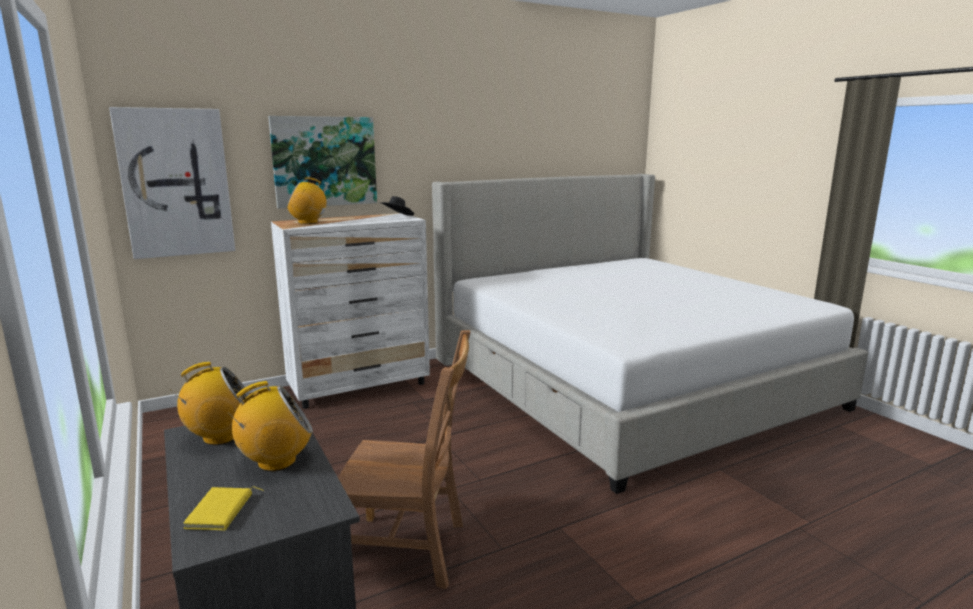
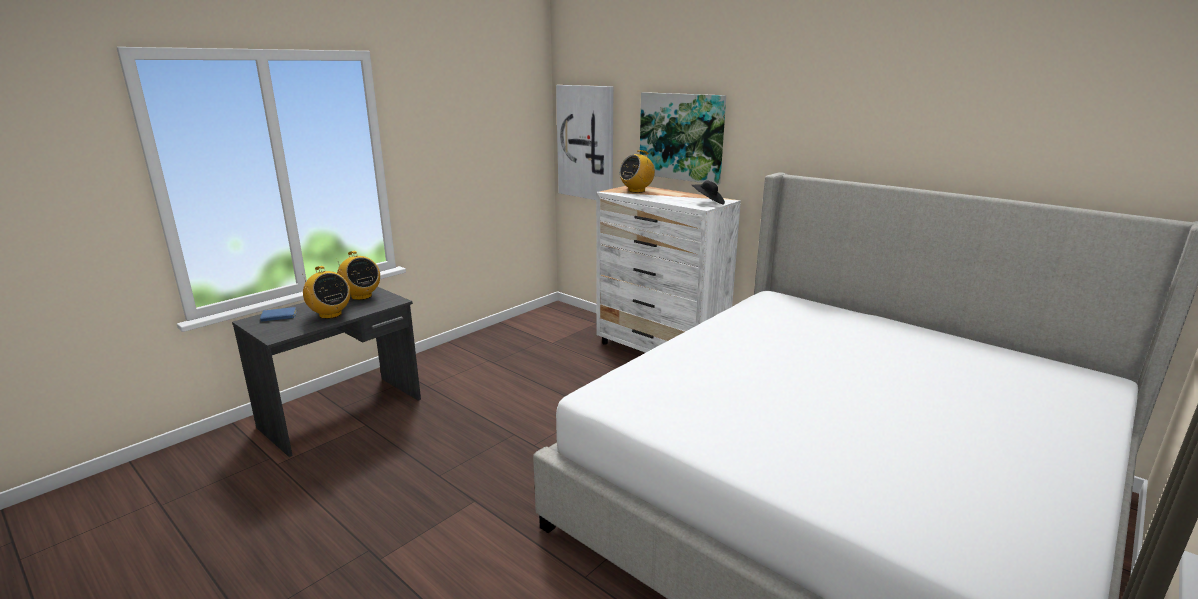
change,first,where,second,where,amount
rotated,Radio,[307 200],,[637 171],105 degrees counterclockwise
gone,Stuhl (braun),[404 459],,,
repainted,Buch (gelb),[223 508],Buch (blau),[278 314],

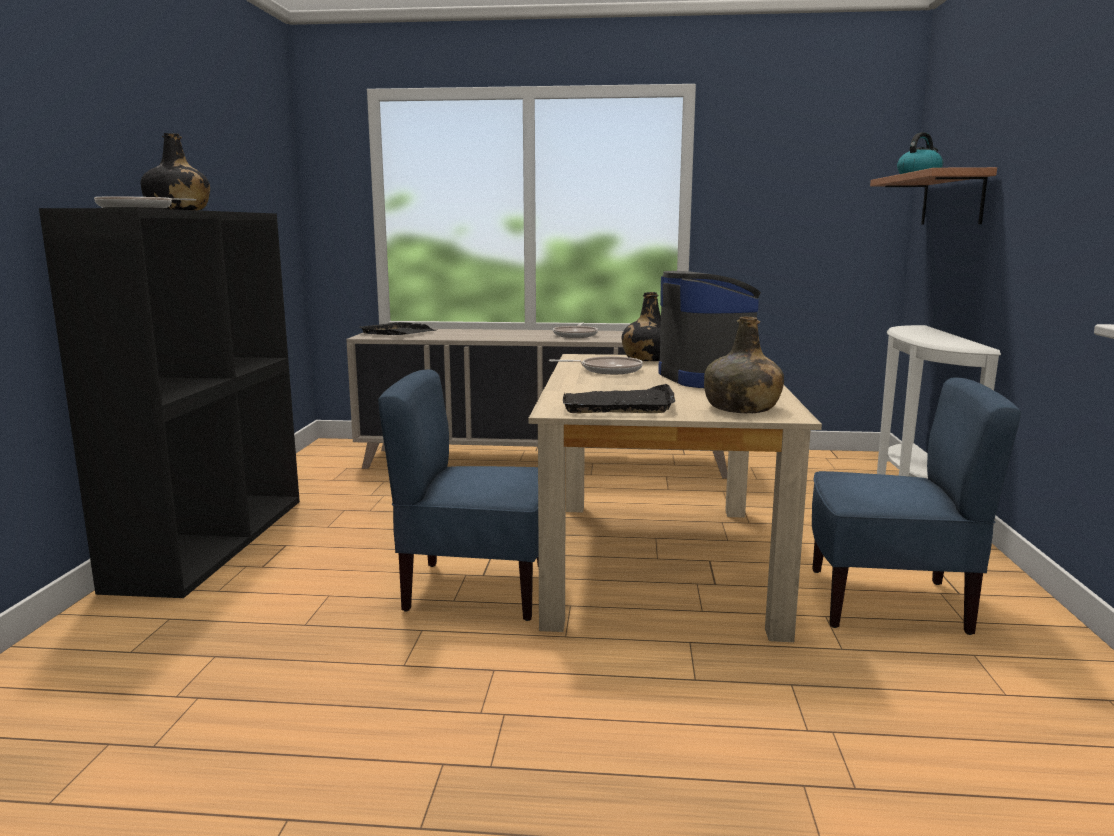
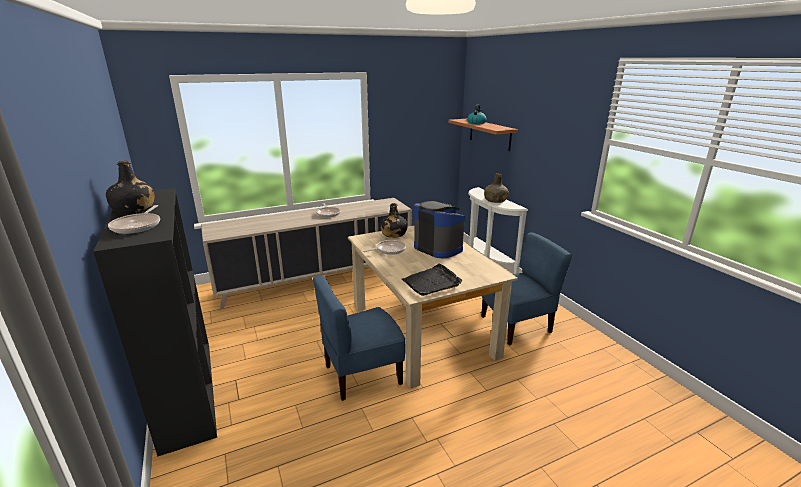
change,first,where,second,where,amount
shifted,Flasche (grün),[744 364],,[496 188],
gone,Tablett (schwarz),[398 328],,,

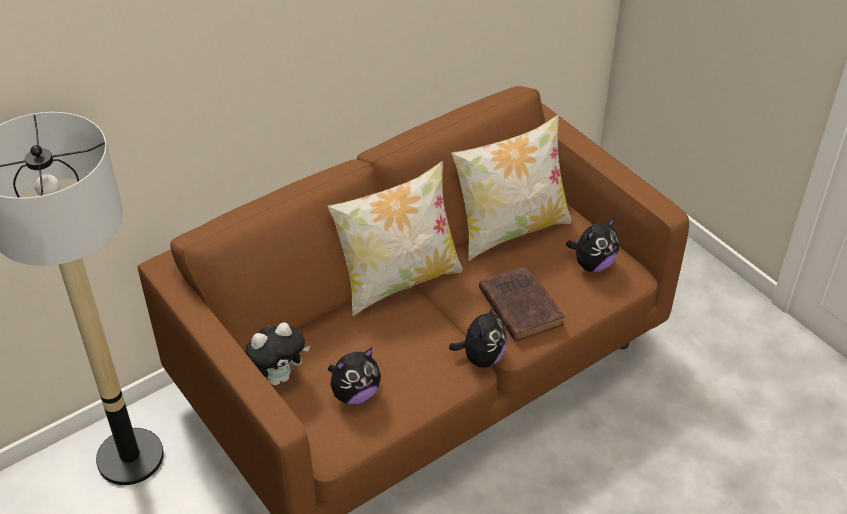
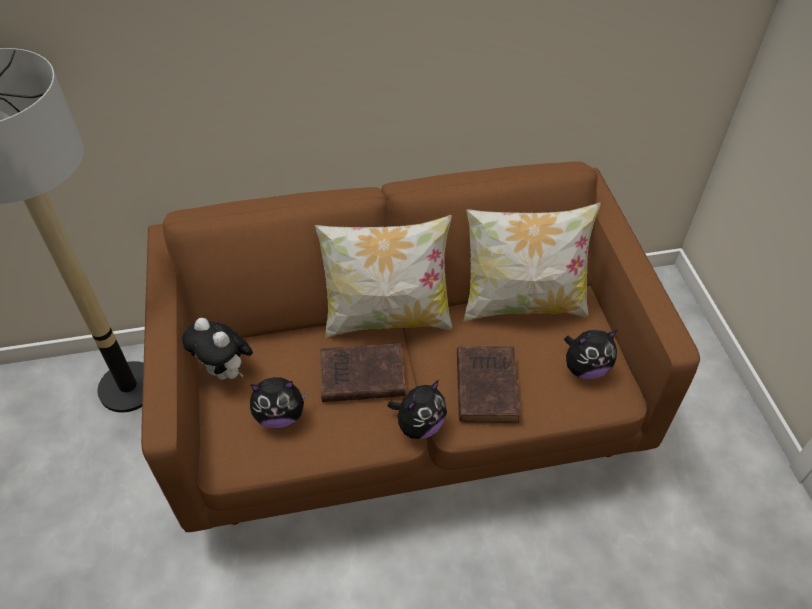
change,first,where,second,where,amount
rotated,Plüschtier,[277 353],,[217 349],45 degrees clockwise
new,,,Buch (braun),[363 372],

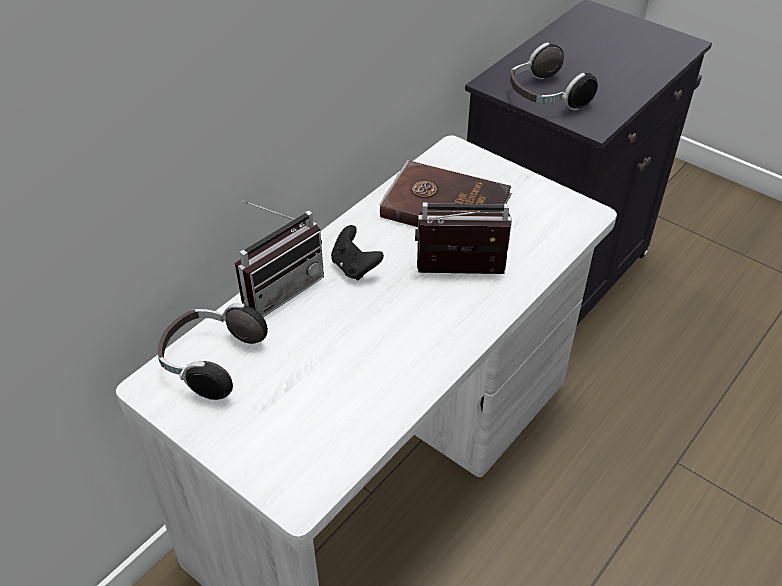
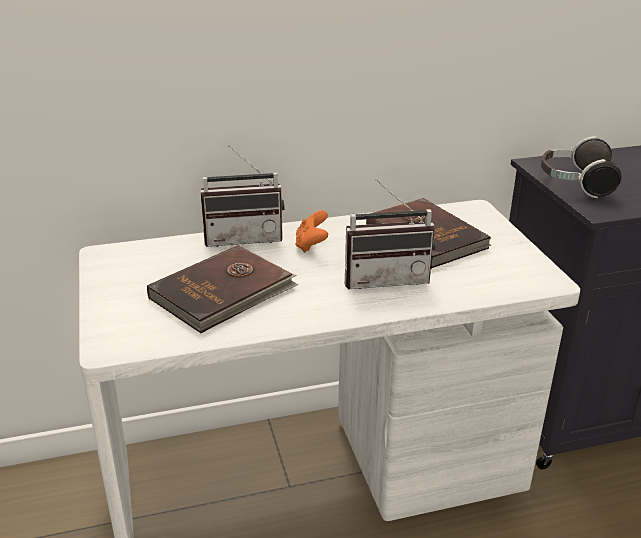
change,first,where,second,where,amount
rotated,Radio,[463 238],,[390 234],135 degrees clockwise
repainted,Gamepad (schwarz),[357 252],Gamepad (orange),[311 231],
gone,Kopfhörer,[212 351],,,
new,,,Buch (braun),[222 289],

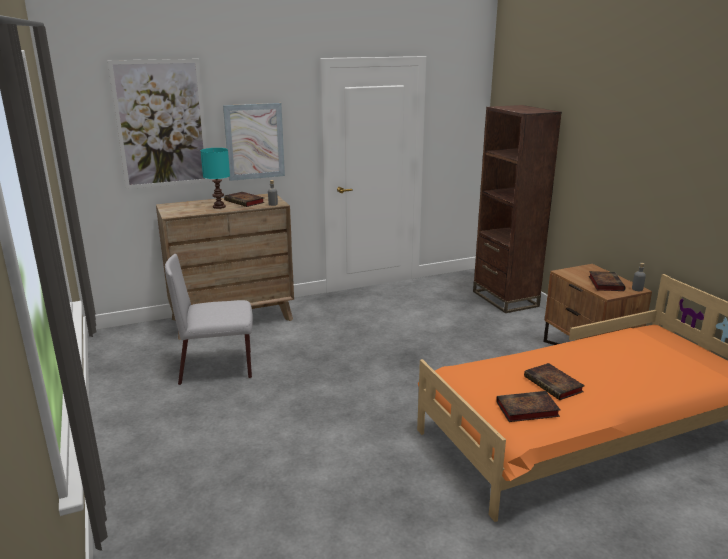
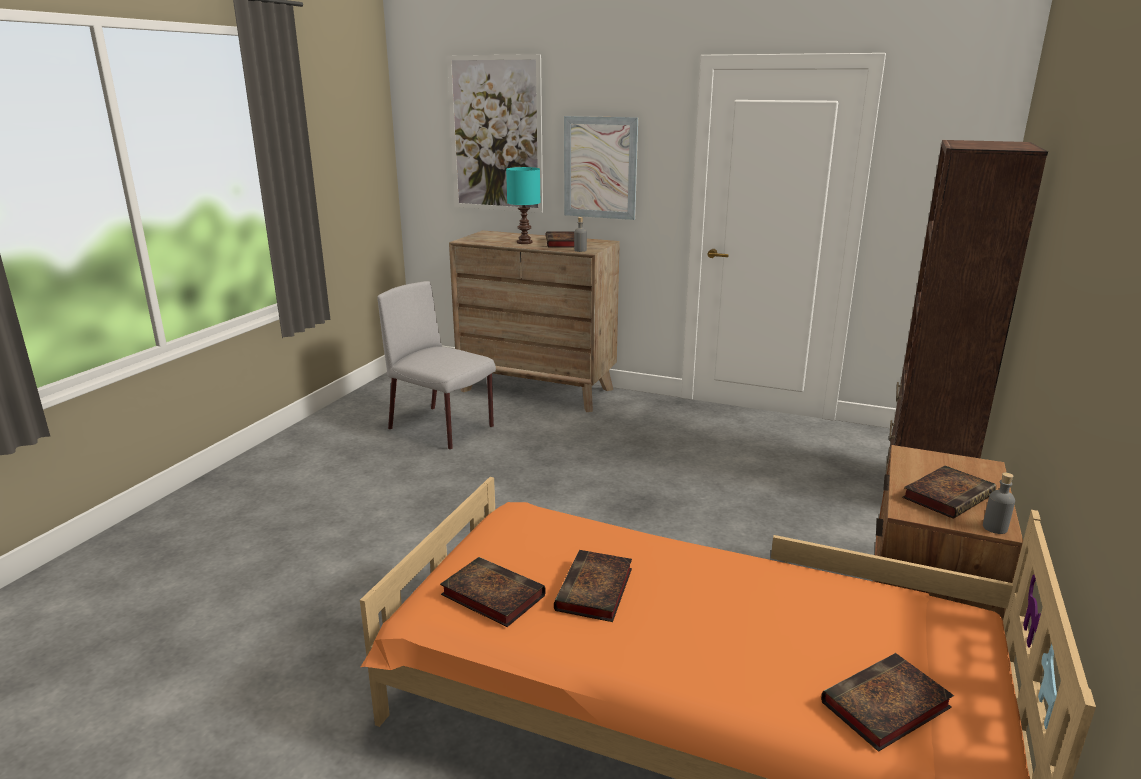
change,first,where,second,where,amount
new,,,Buch,[887 702],

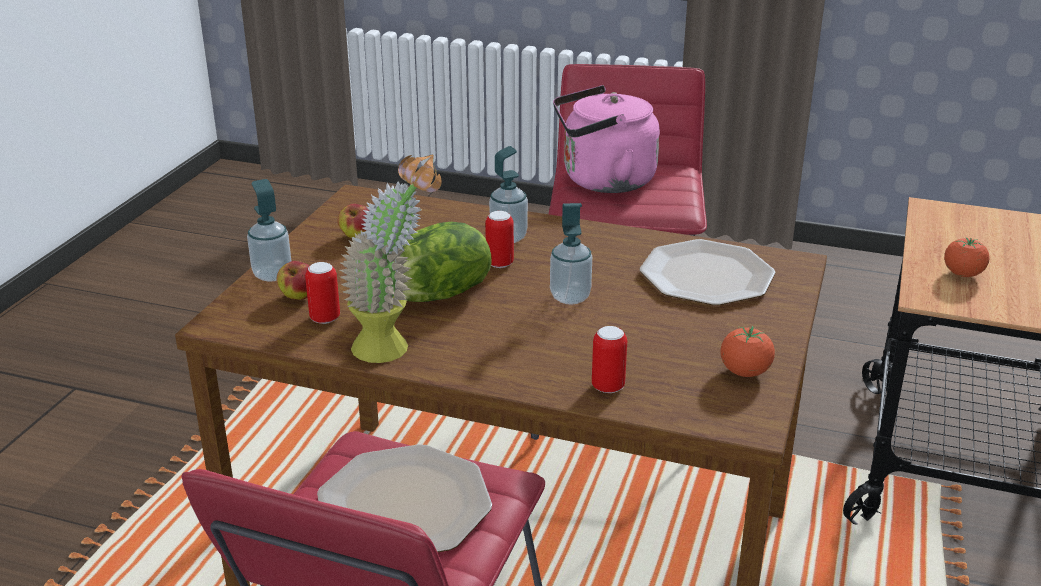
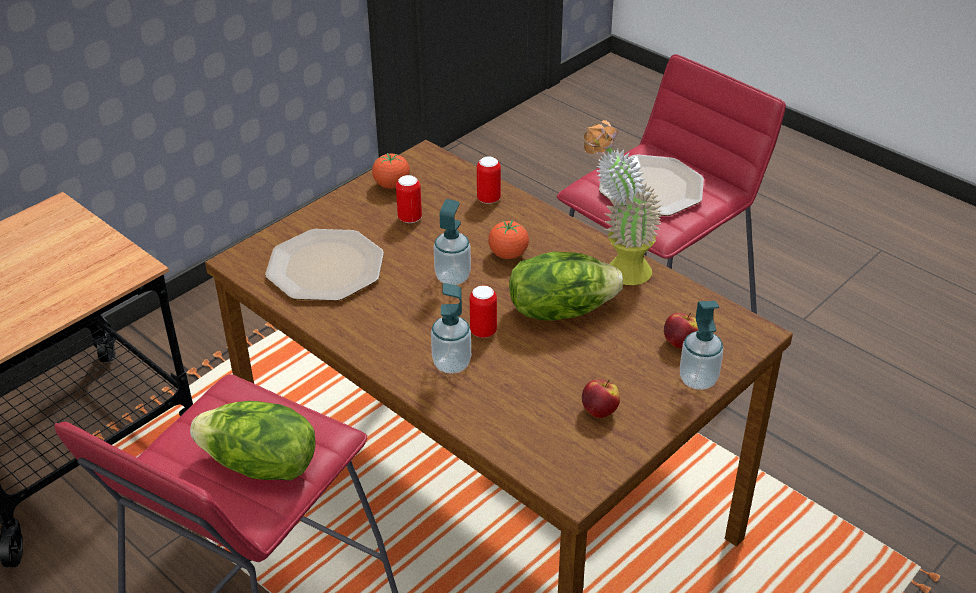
change,first,where,second,where,amount
swapped,Wasserkessel (rosa),[606 139],Salatkopf,[253 440],
shifted,Tomate,[966 257],,[508 239],
shifted,Dose,[322 293],,[409 199],

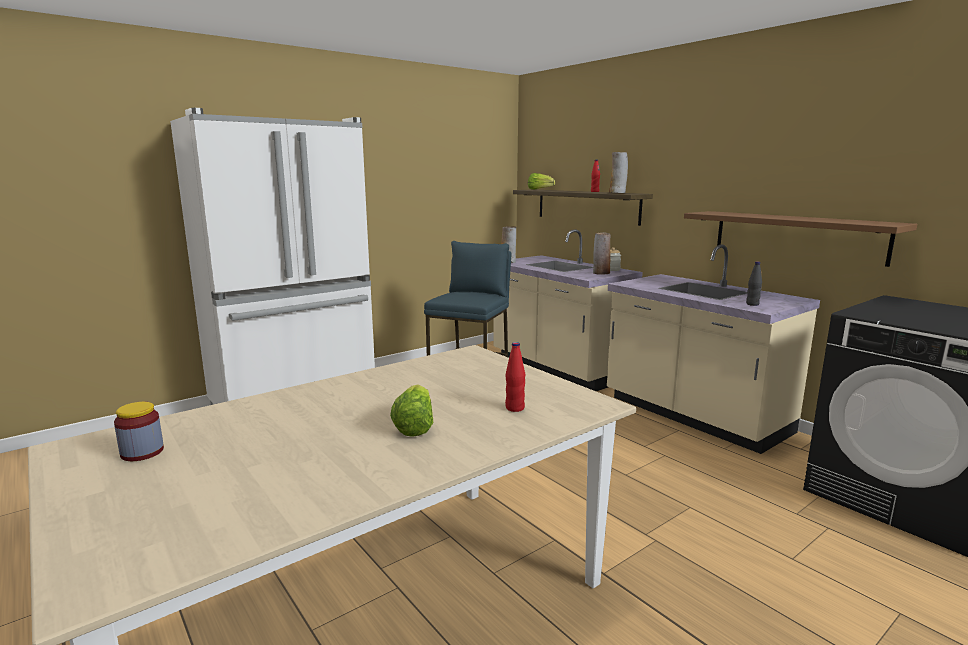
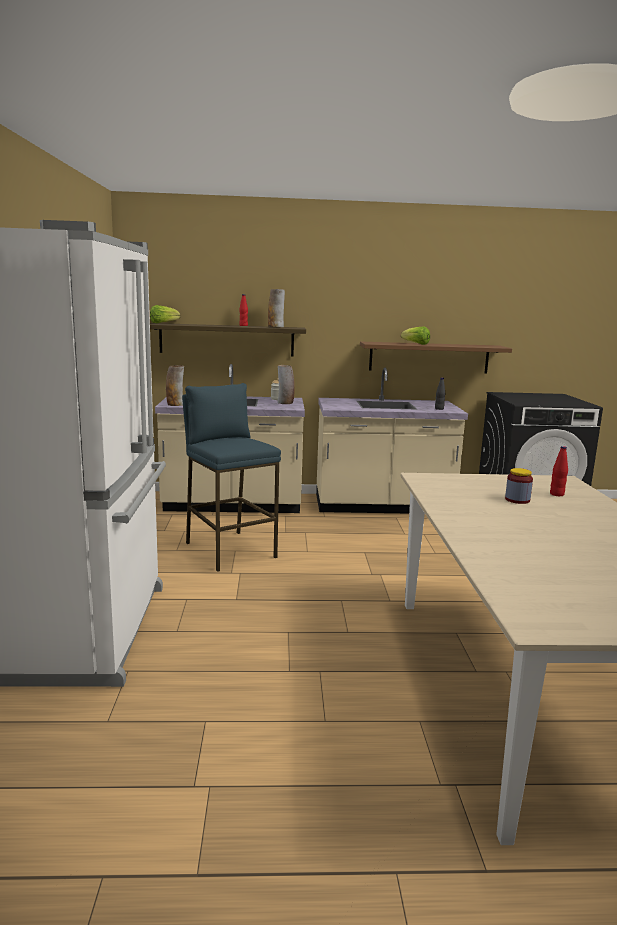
change,first,where,second,where,amount
shifted,Salatkopf,[411 410],,[415 336],
shifted,Vorratsglas,[139 431],,[519 486],

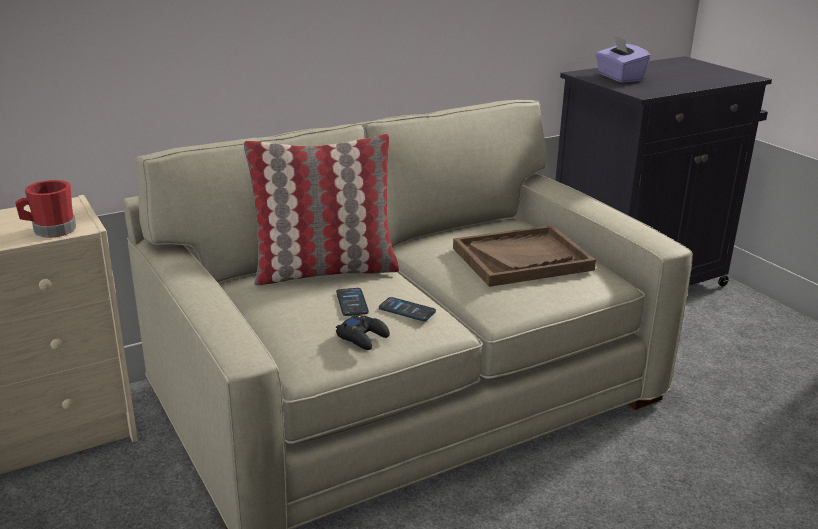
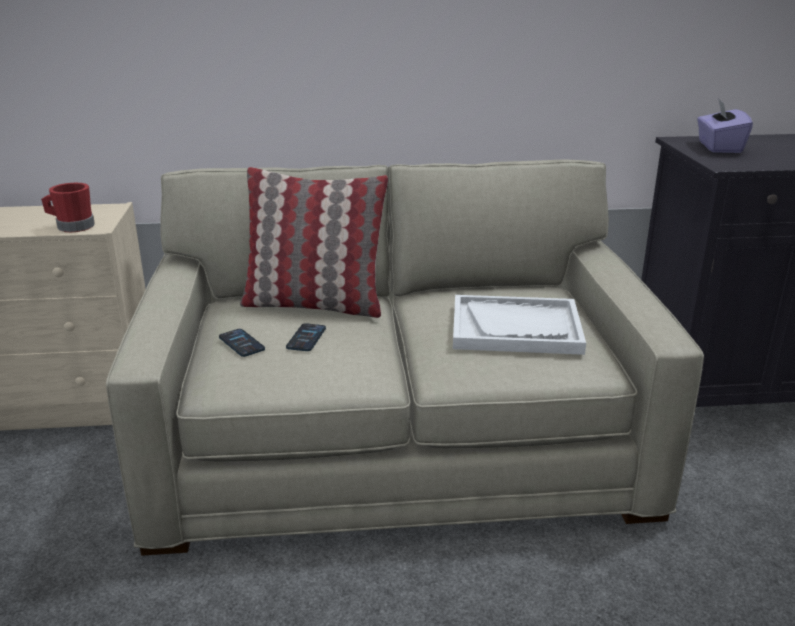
change,first,where,second,where,amount
repainted,Tablett (braun),[524 256],Tablett (weiß),[519 325],
shifted,Handy,[407 309],,[242 343],
gone,Gamepad (schwarz),[363 332],,,

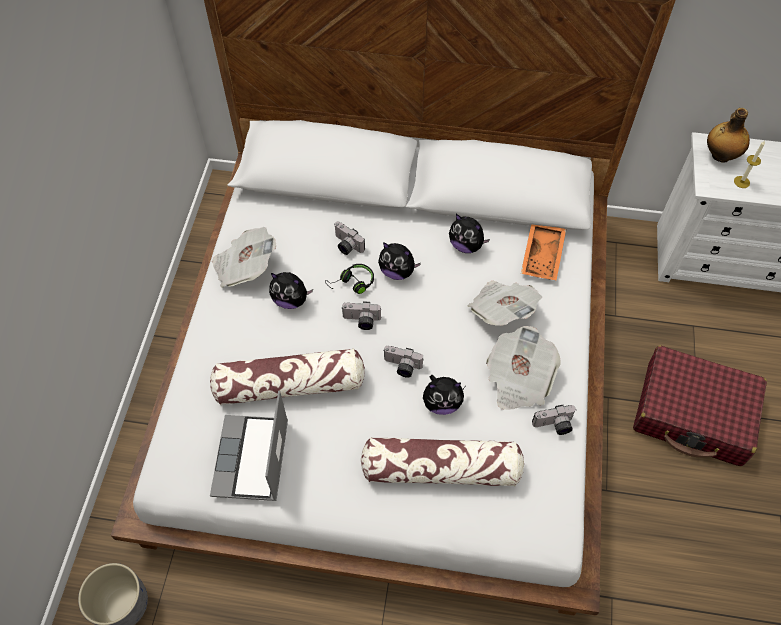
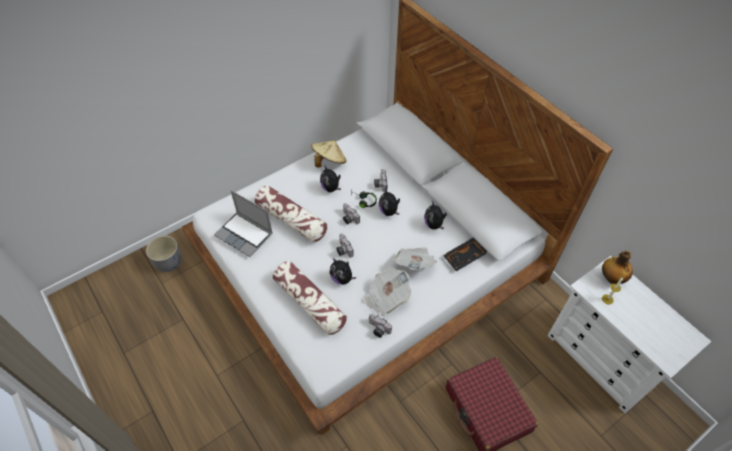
change,first,where,second,where,amount
repainted,Tablett (orange),[543 252],Tablett (schwarz),[465 254],
swapped,Zeitung,[244 257],Hut (beige),[328 154],
rotated,Laptop,[249 446],,[243 223],105 degrees counterclockwise

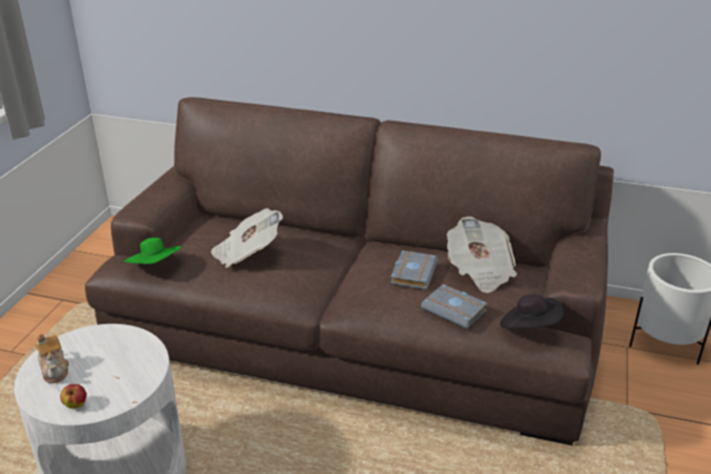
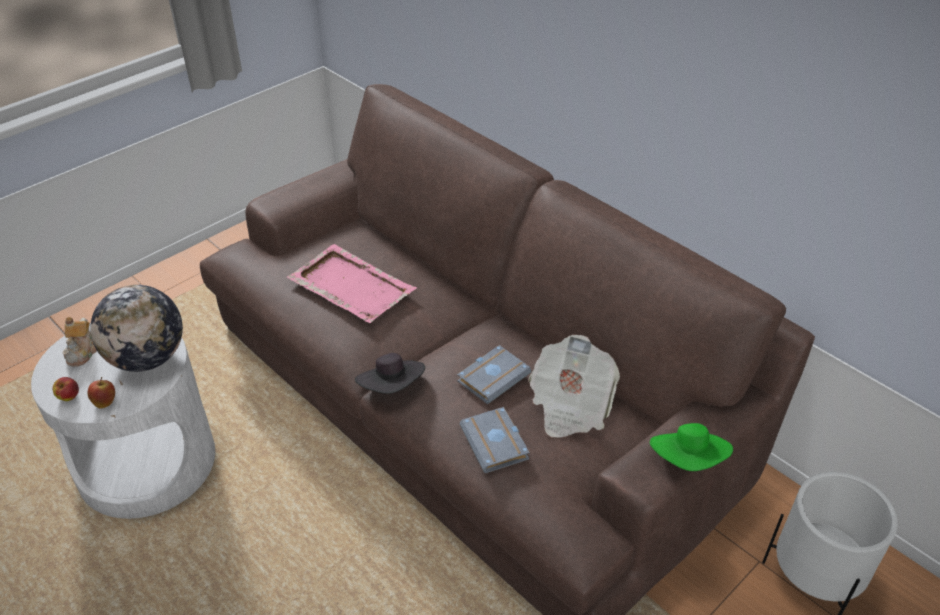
change,first,where,second,where,amount
swapped,Zeitung,[247 238],Tablett (rosa),[352 283],
shifted,Hut (grün),[153 251],,[691 447],
shifted,Hut (schwarz),[532 311],,[390 373],
new,,,Globus,[136 328],
new,,,Apfel,[101 393],

